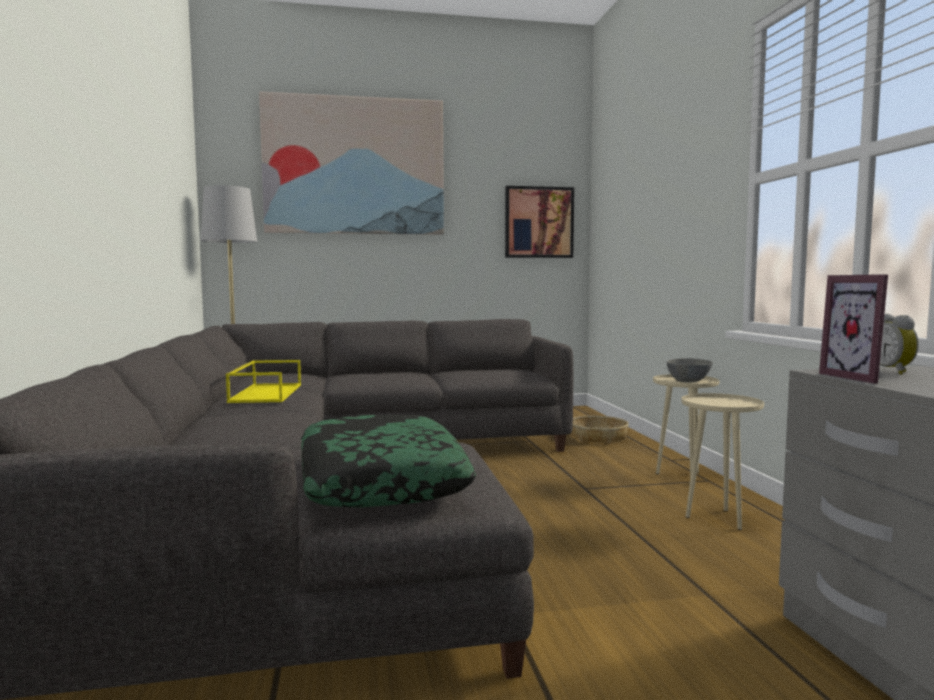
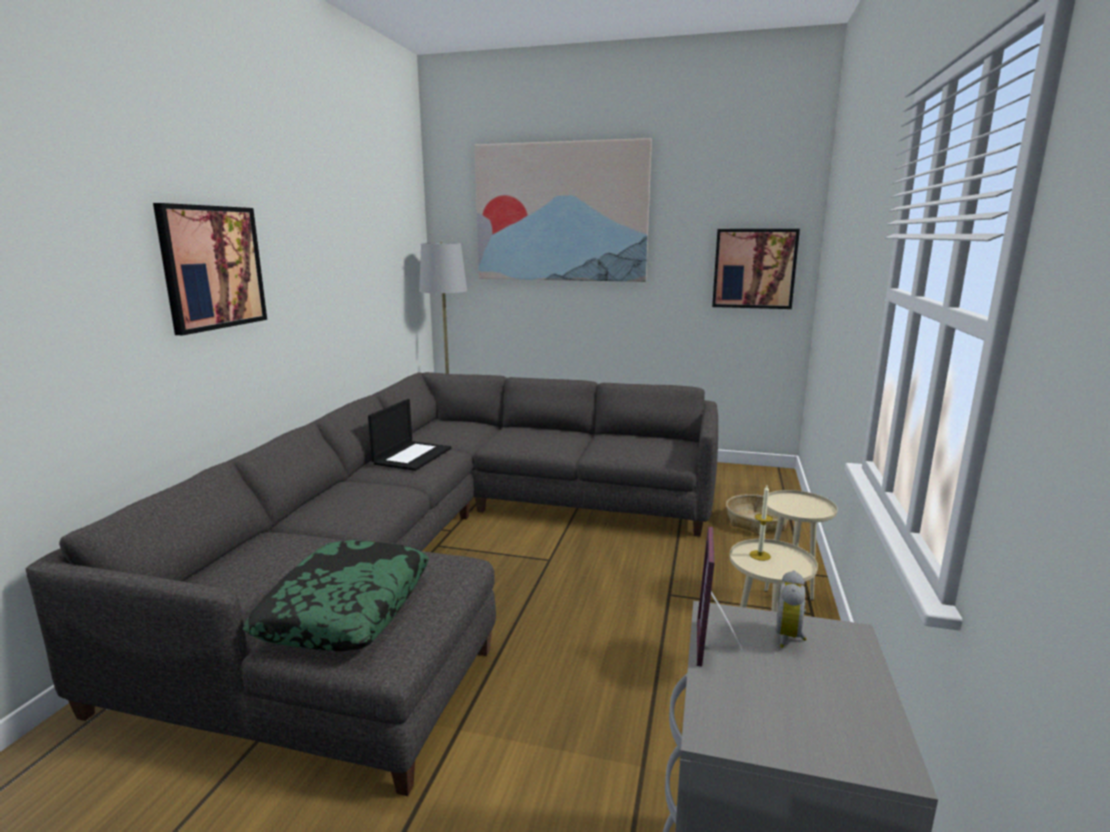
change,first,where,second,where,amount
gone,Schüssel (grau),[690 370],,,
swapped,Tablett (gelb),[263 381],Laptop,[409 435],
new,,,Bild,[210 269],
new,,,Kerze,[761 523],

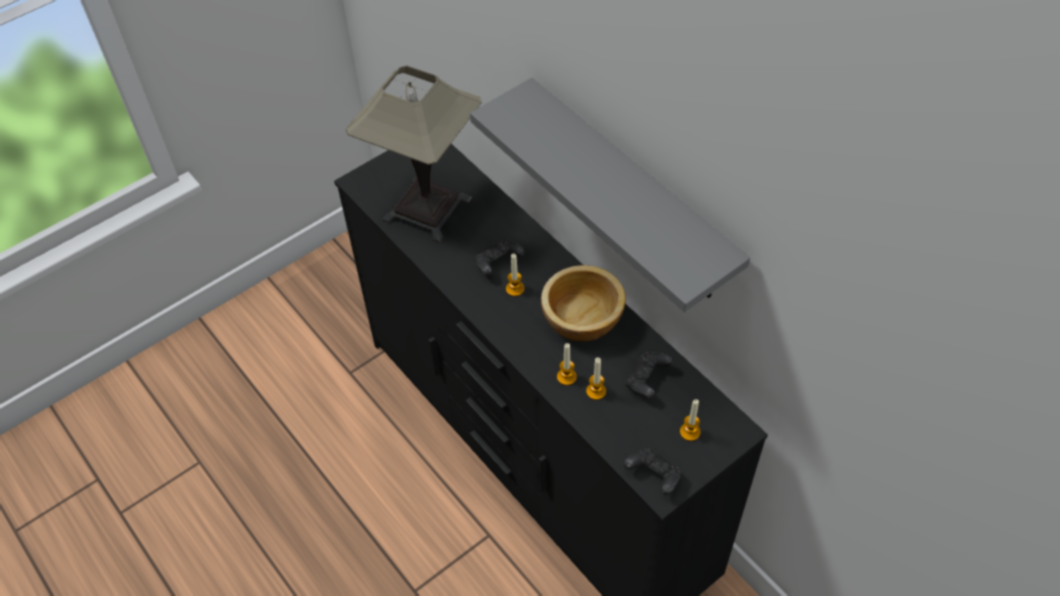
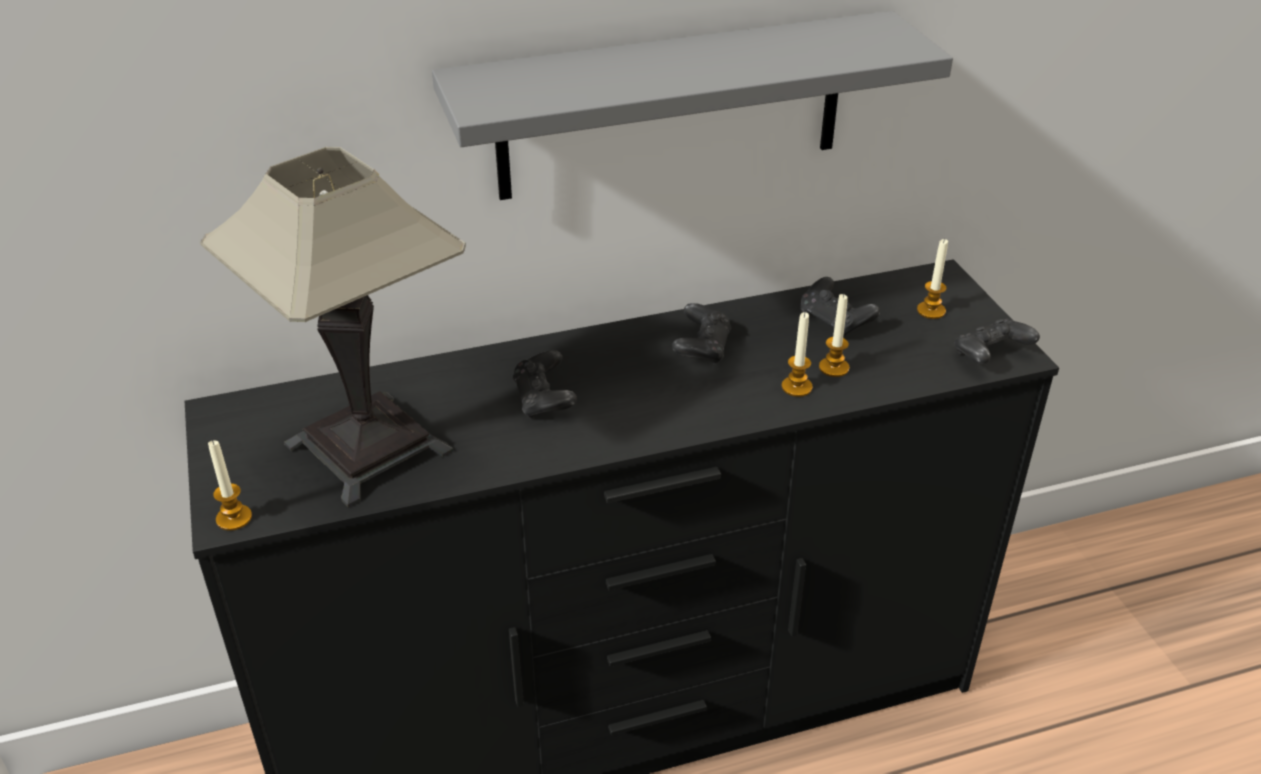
change,first,where,second,where,amount
shifted,Kerze,[515 275],,[230 485],
swapped,Schüssel,[583 303],Gamepad (schwarz),[701 334],

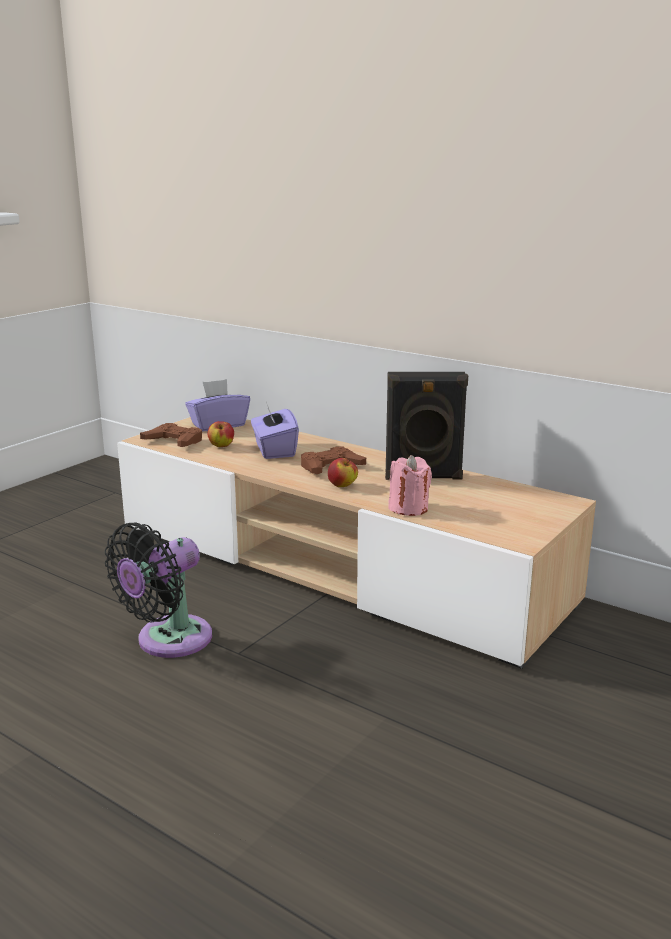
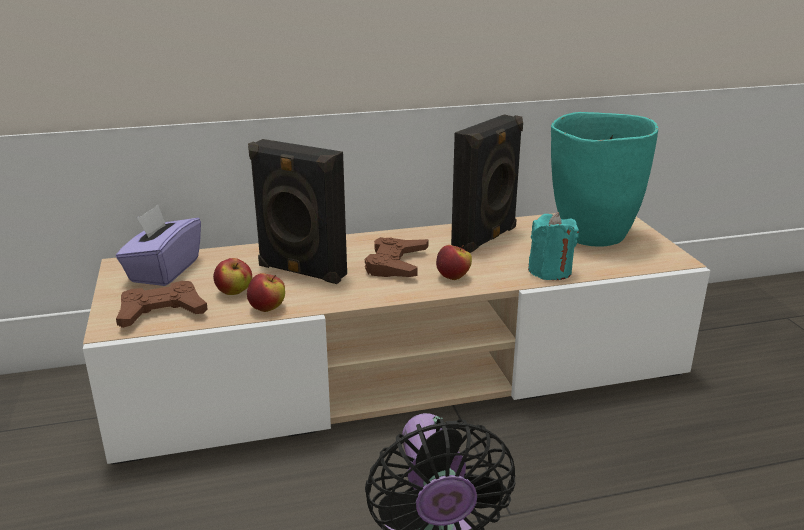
change,first,where,second,where,amount
swapped,Taschentuchbox (lila),[275 430],Lautsprecher (schwarz),[297 211],
repainted,Kerze (rosa),[410 485],Kerze (türkis),[553 246],
new,,,Vase (türkis),[604 179],
new,,,Apfel,[266 292],

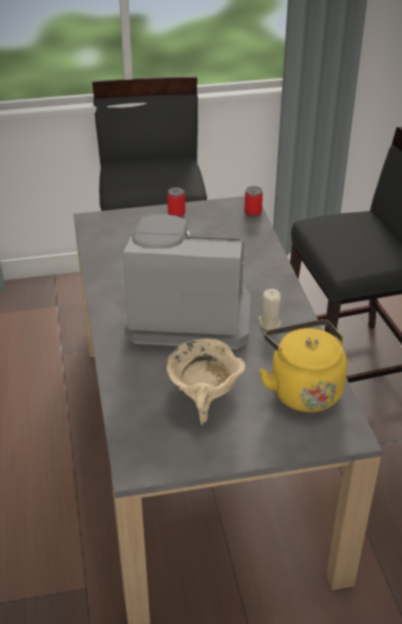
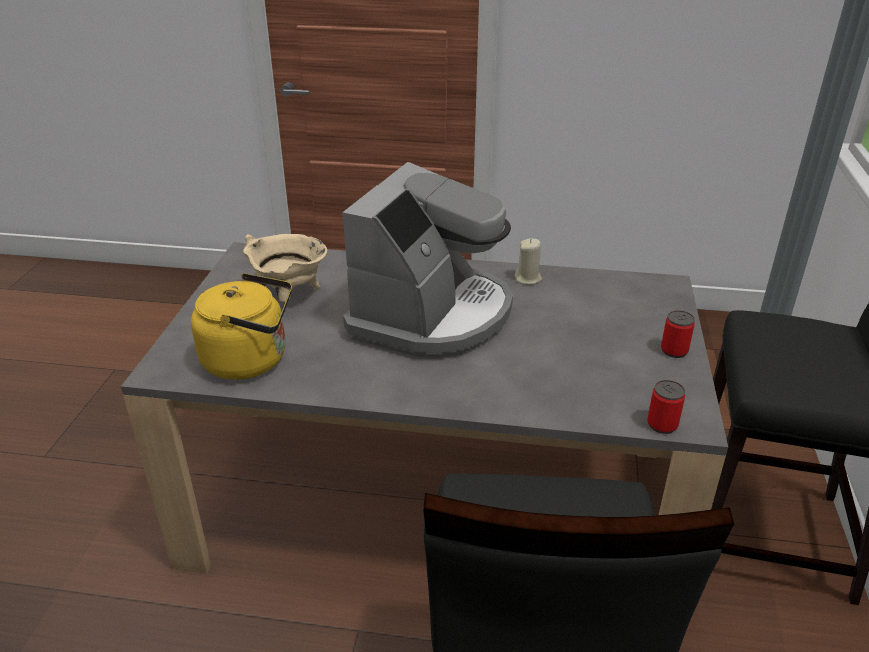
change,first,where,second,where,amount
shifted,Kerze (beige),[269 309],,[528 261],

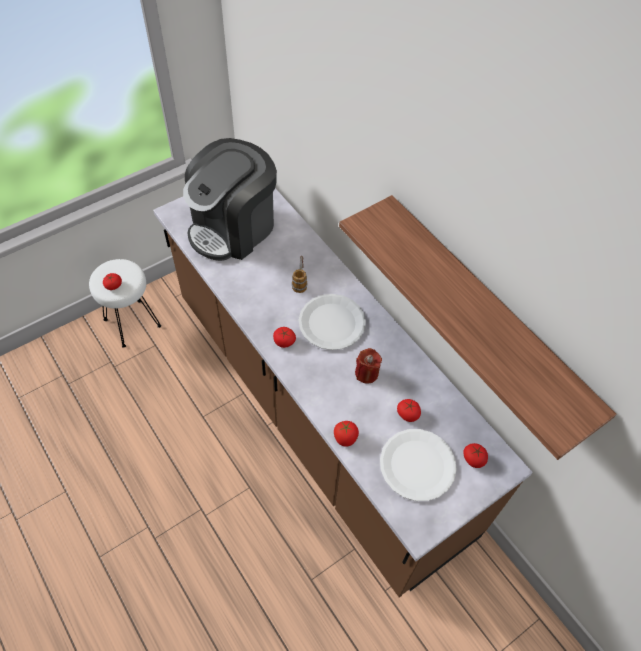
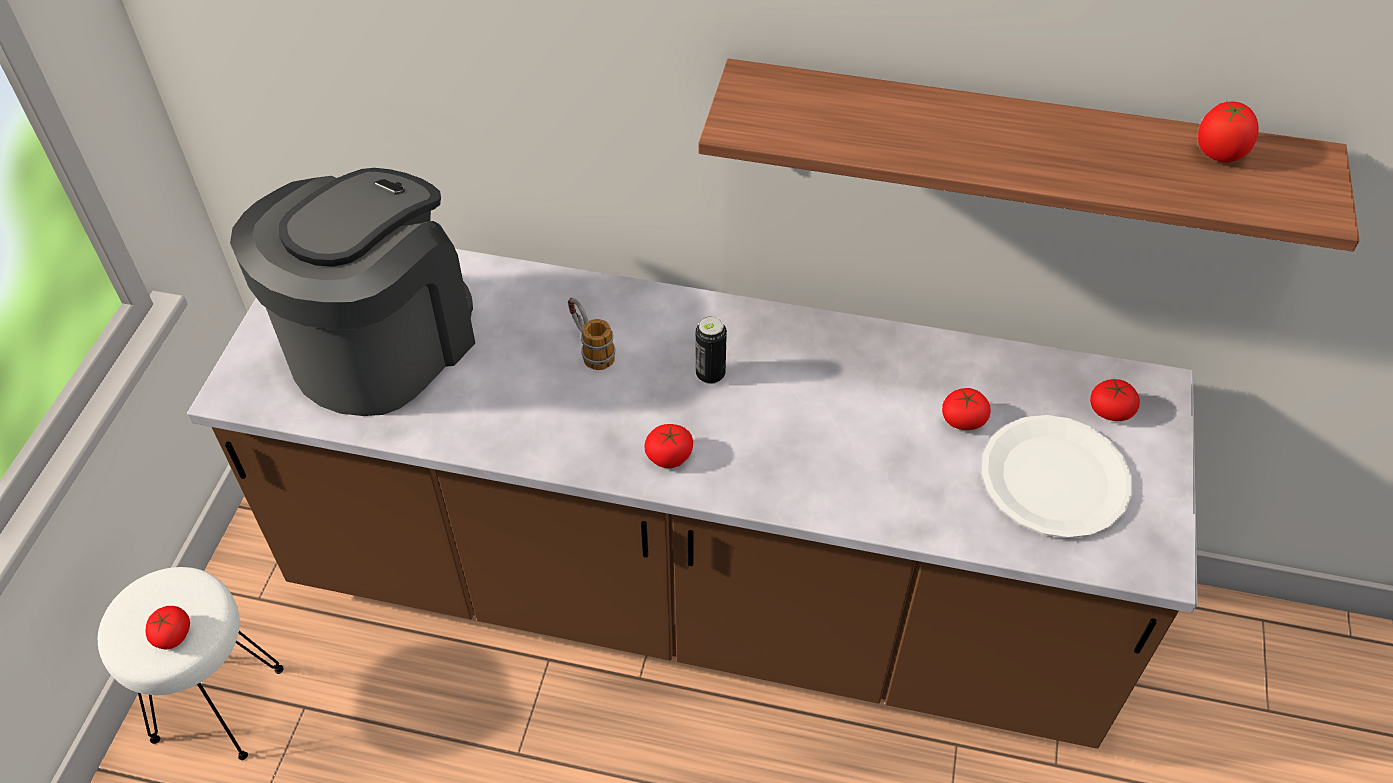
change,first,where,second,where,amount
rotated,Kaffeemaschine,[230 199],,[352 292],150 degrees counterclockwise
swapped,Teller (weiß),[332 322],Dose,[711 350],
gone,Kerze (rot),[368 365],,,
shifted,Tomate,[346 434],,[1228 131],

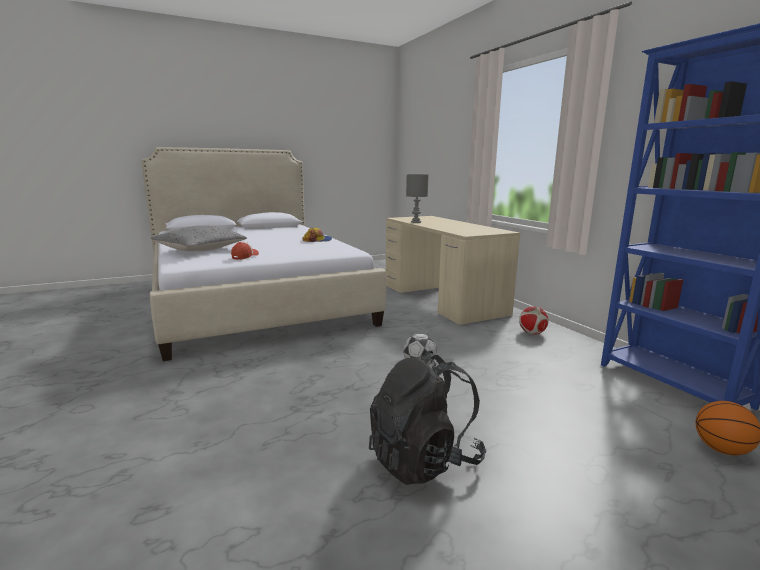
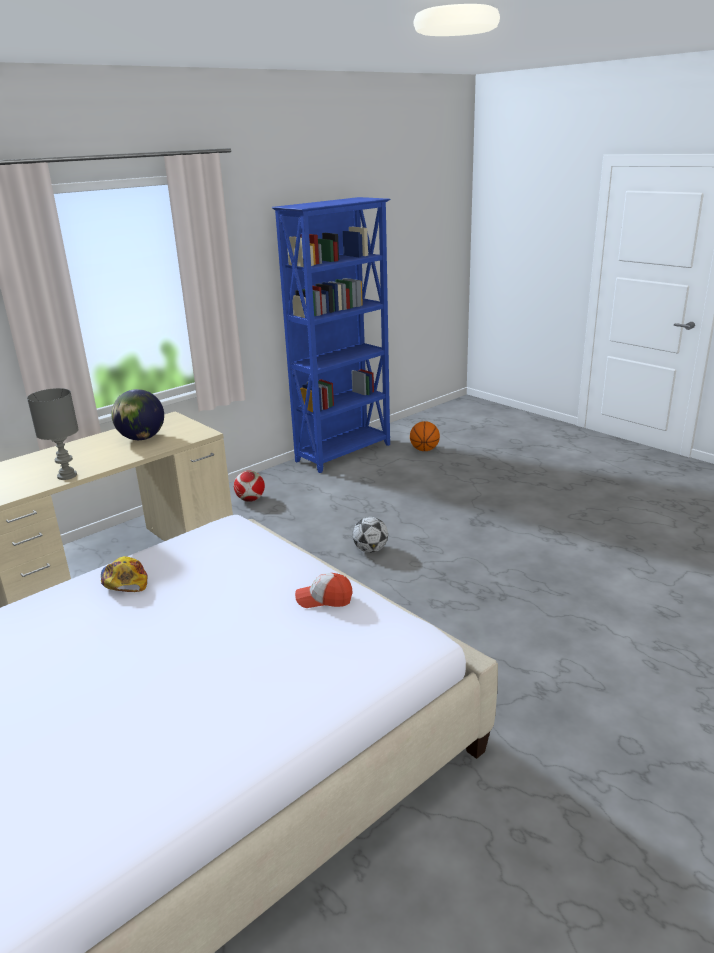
change,first,where,second,where,amount
gone,Kissen (grau),[199 238],,,
gone,Rucksack (schwarz),[427 418],,,
new,,,Globus,[137 414],

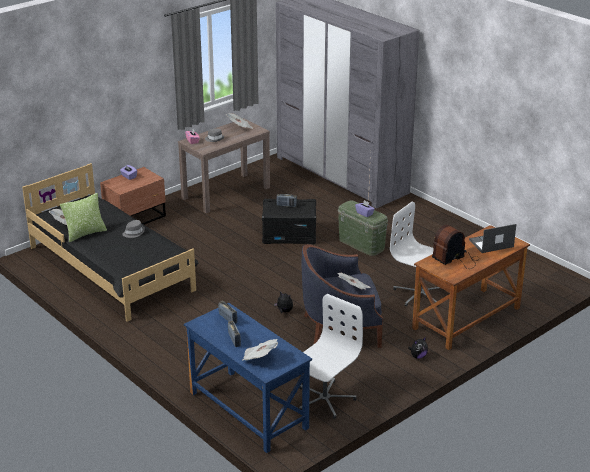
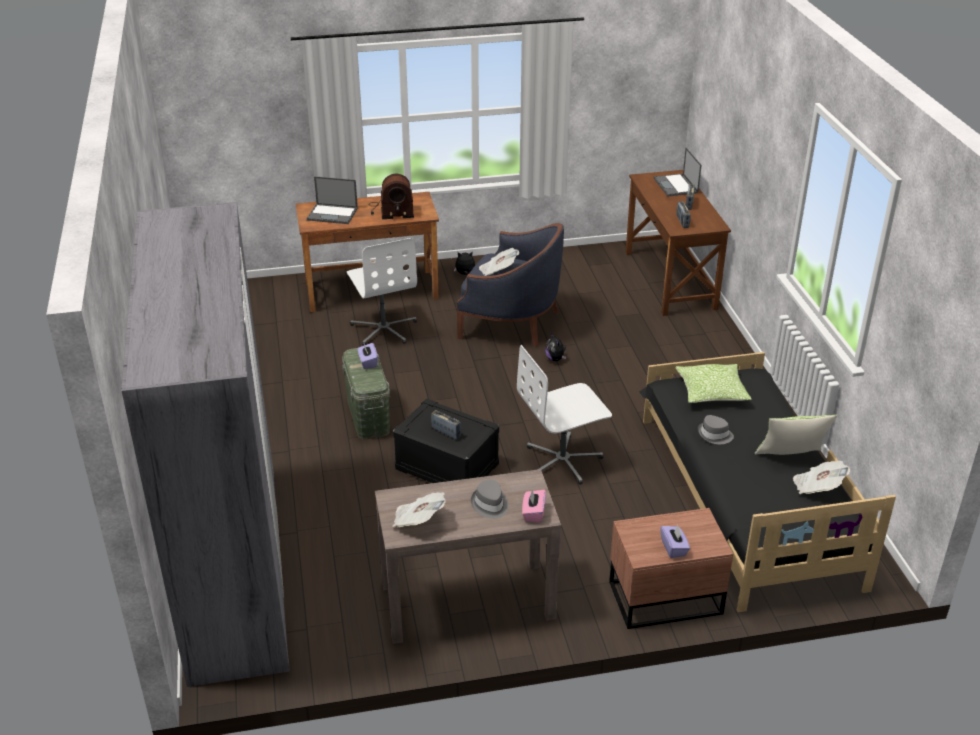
change,first,where,second,where,amount
shifted,Bürostuhl (weiß),[331 356],,[564 415],
repainted,Schreibtisch (blau),[248 378],Schreibtisch (braun),[678 243],
swapped,Zeitung,[260 350],Laptop,[678 172],
new,,,Kissen,[713 383],

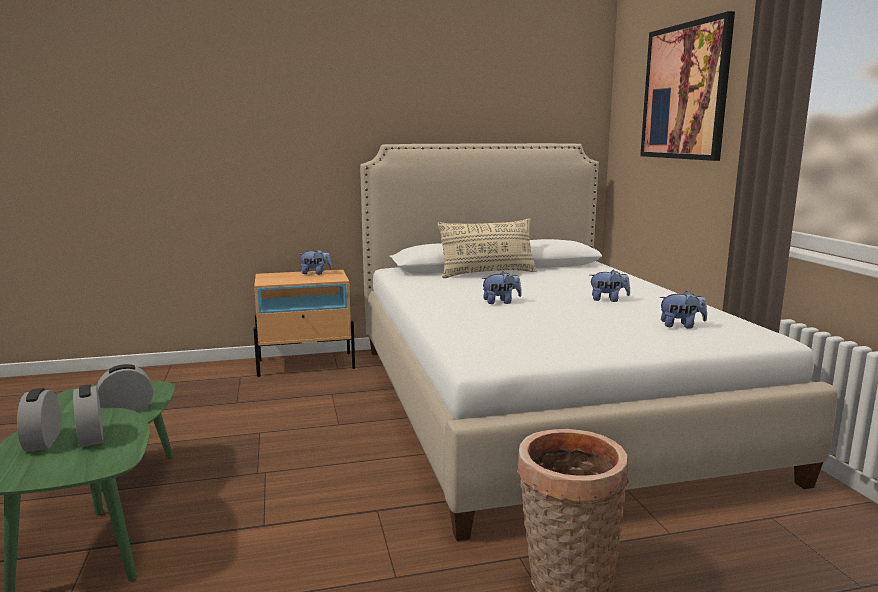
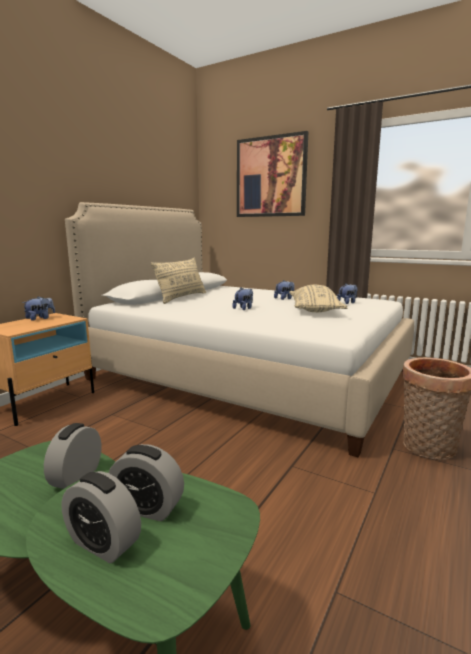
change,first,where,second,where,amount
new,,,Kissen (beige),[318 298],

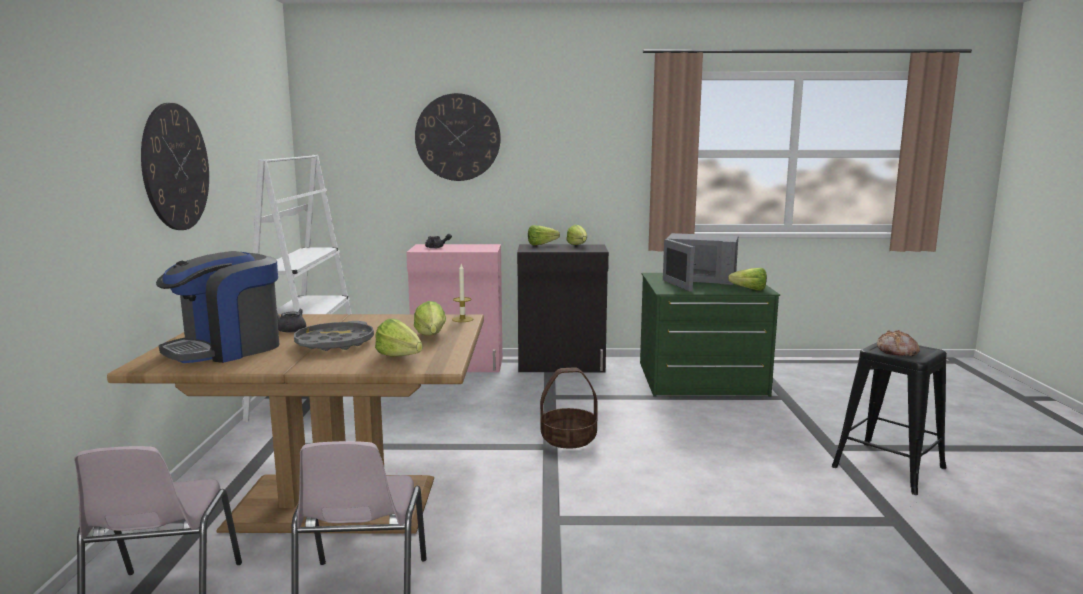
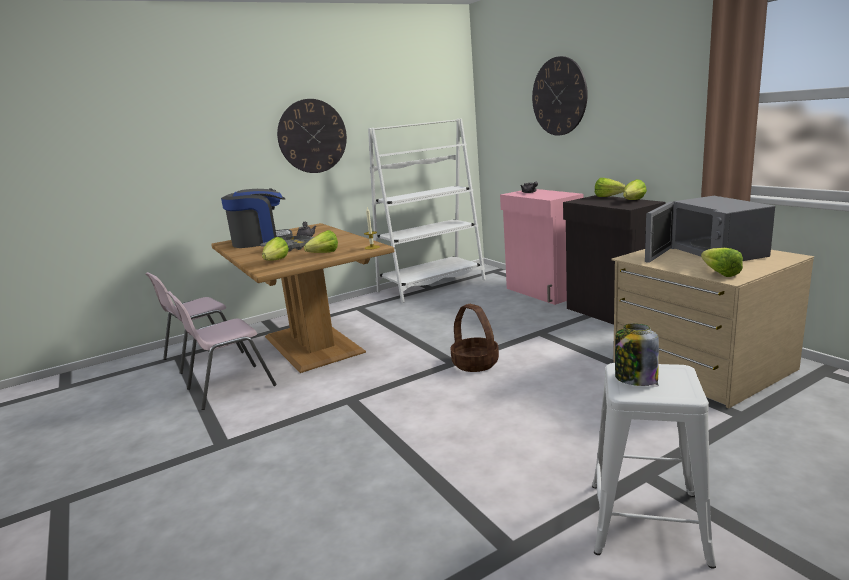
change,first,where,second,where,amount
rotated,Kaffeemaschine,[217 307],,[257 218],150 degrees clockwise
repainted,Kommode (grün),[710 335],Kommode (beige),[712 328],
swapped,Brot,[898 343],Vorratsglas,[637 354],
repainted,Hocker (schwarz),[889 419],Hocker (weiß),[654 466],

